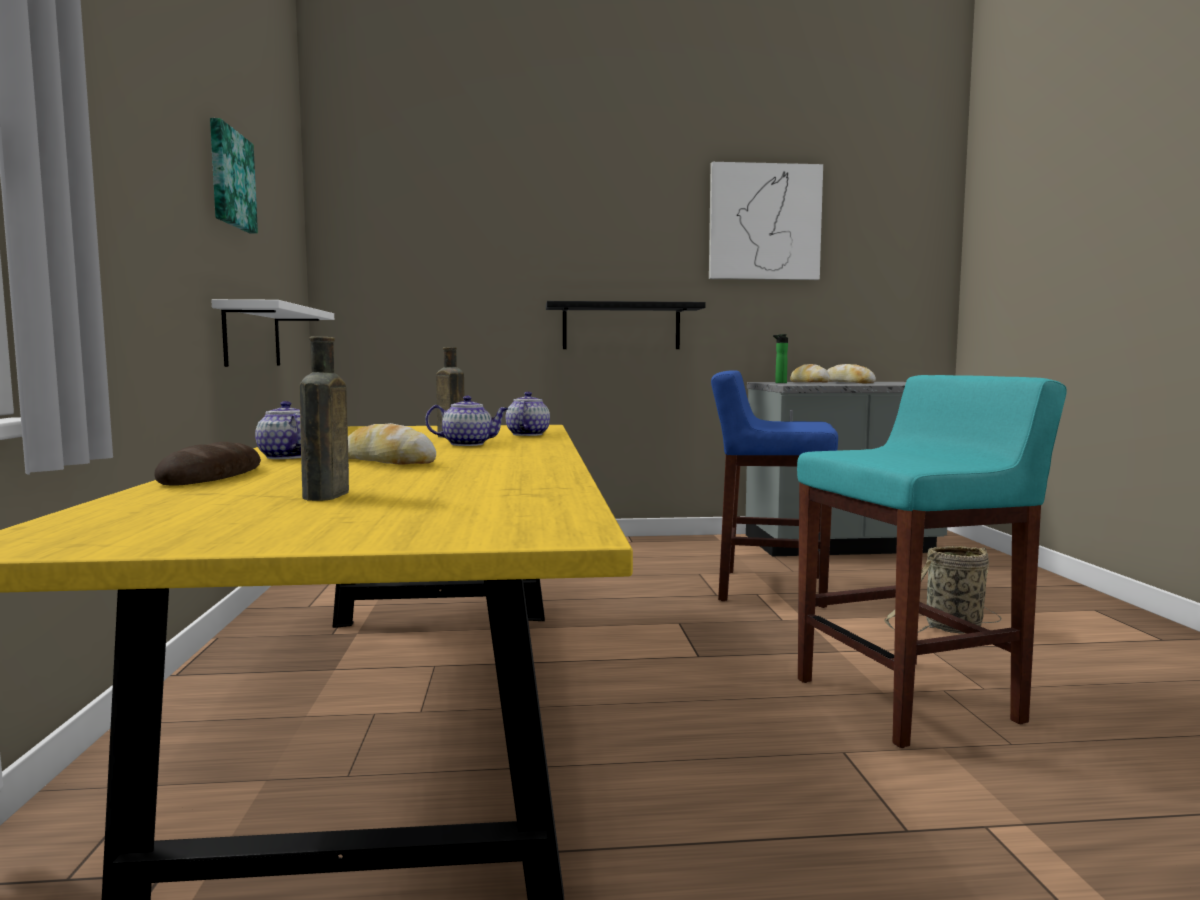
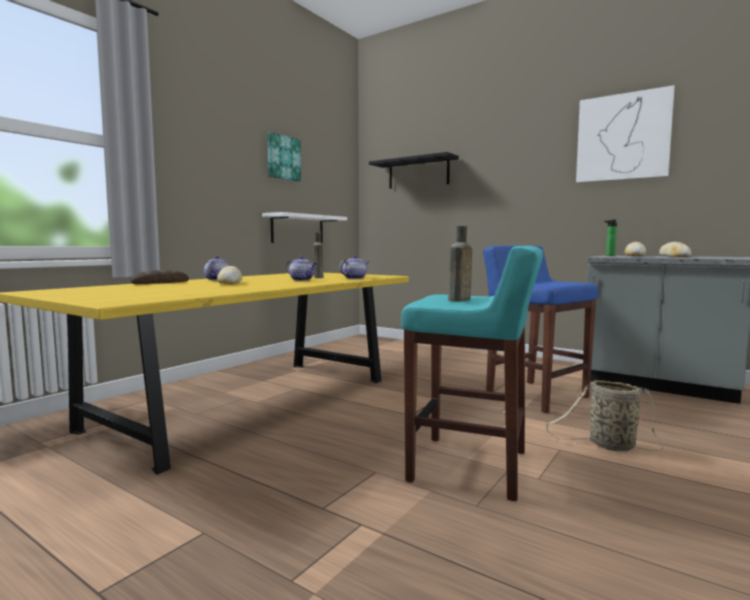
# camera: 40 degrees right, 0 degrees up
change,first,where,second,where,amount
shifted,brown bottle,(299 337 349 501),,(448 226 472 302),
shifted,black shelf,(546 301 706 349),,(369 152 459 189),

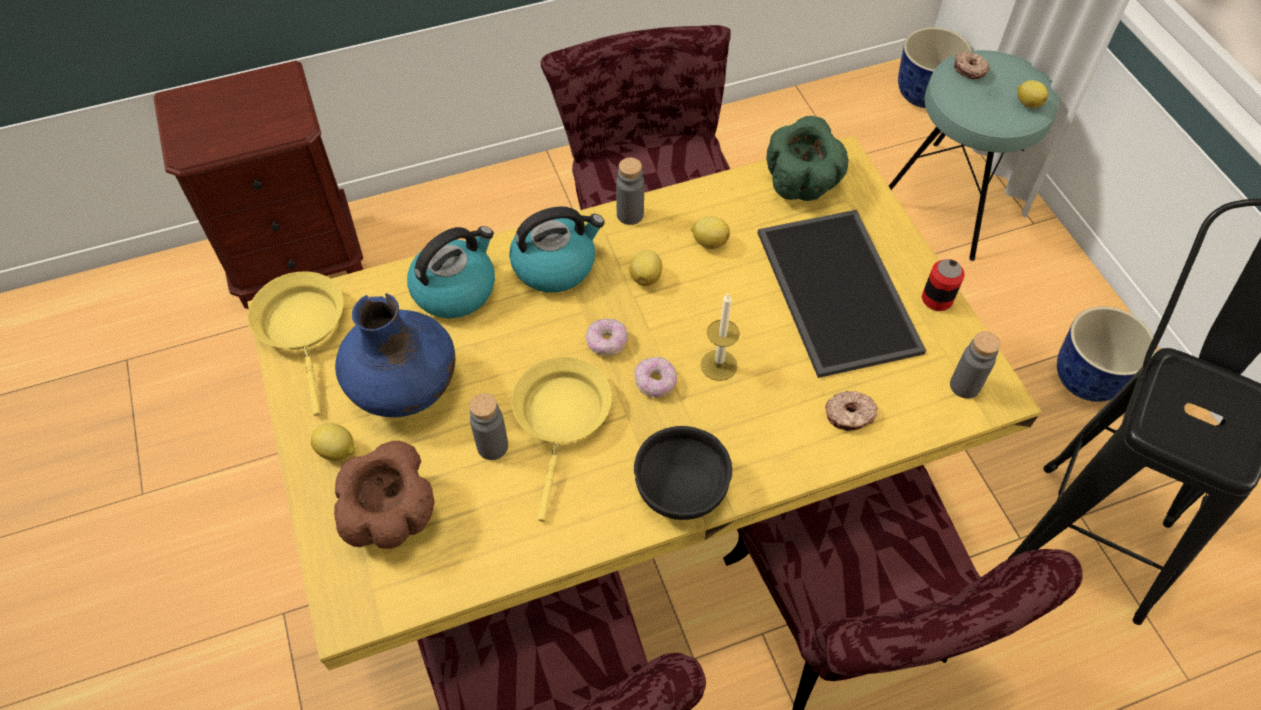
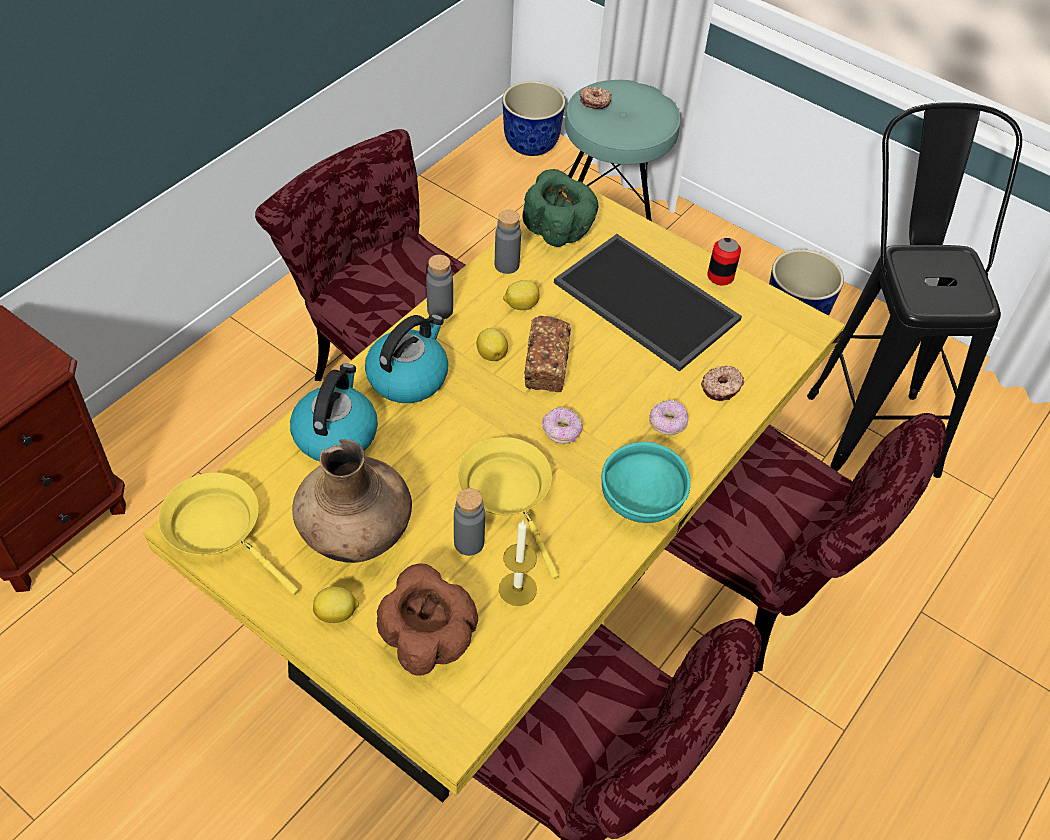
# camera: 35 degrees left, 5 degrees down
change,first,where,second,where,amount
repainted,blue vase,(335 293 455 417),brown vase,(292 439 412 563),
shifted,donut,(586 318 628 356),,(649 400 688 435),
repainted,black bowl,(634 426 732 520),turquoise bowl,(602 442 691 523),
shifted,candle,(701 292 740 381),,(499 520 537 606),
shifted,grey bottle,(950 331 1000 399),,(495 210 521 274),
gone,lemon,(1017 80 1048 108),,,
new,,,bread,(524 316 571 392),

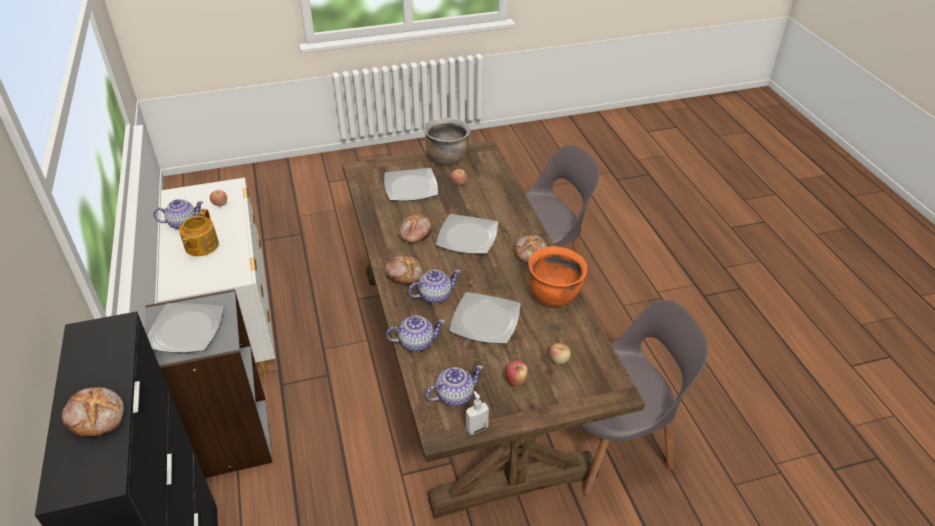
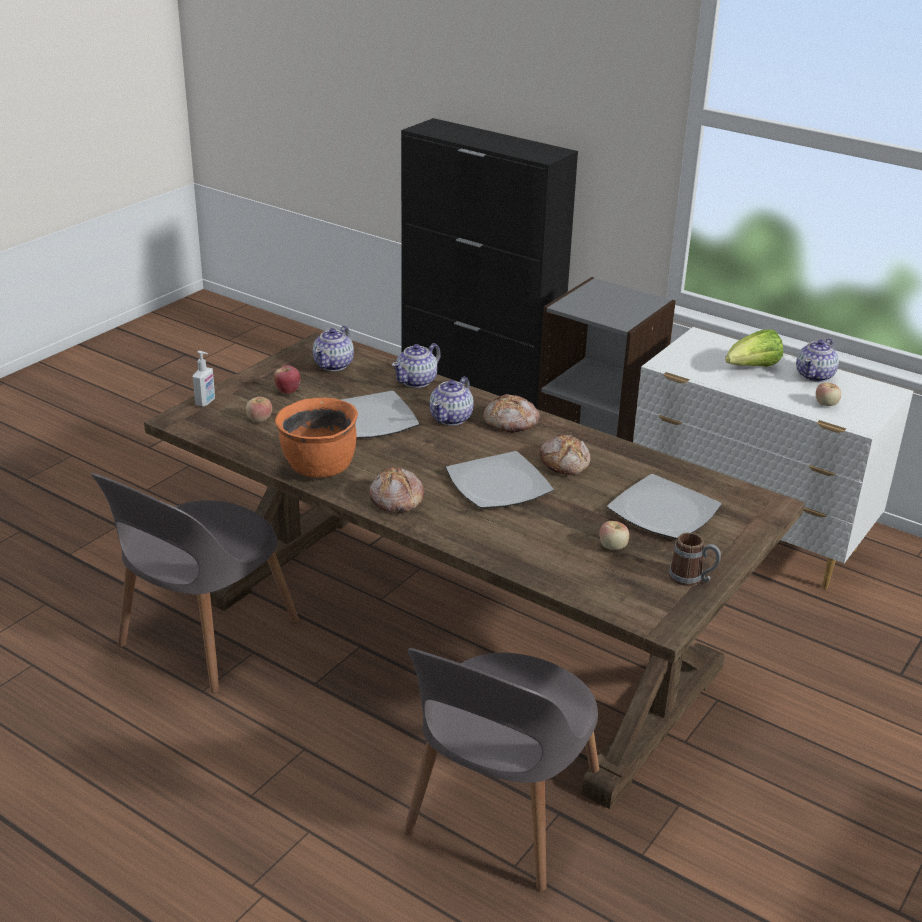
# camera: 140 degrees right, 10 degrees down
change,first,where,second,where,amount
gone,bread,(61 387 124 437),,,
gone,plate,(147 303 224 353),,,
swapped,teapot,(179 209 219 256),lettuce,(725 330 783 367),
swapped,brown cooking pot,(424 118 471 164),mug,(669 533 721 586),
shifted,soap dispenser,(466 391 489 434),,(193 351 215 407),

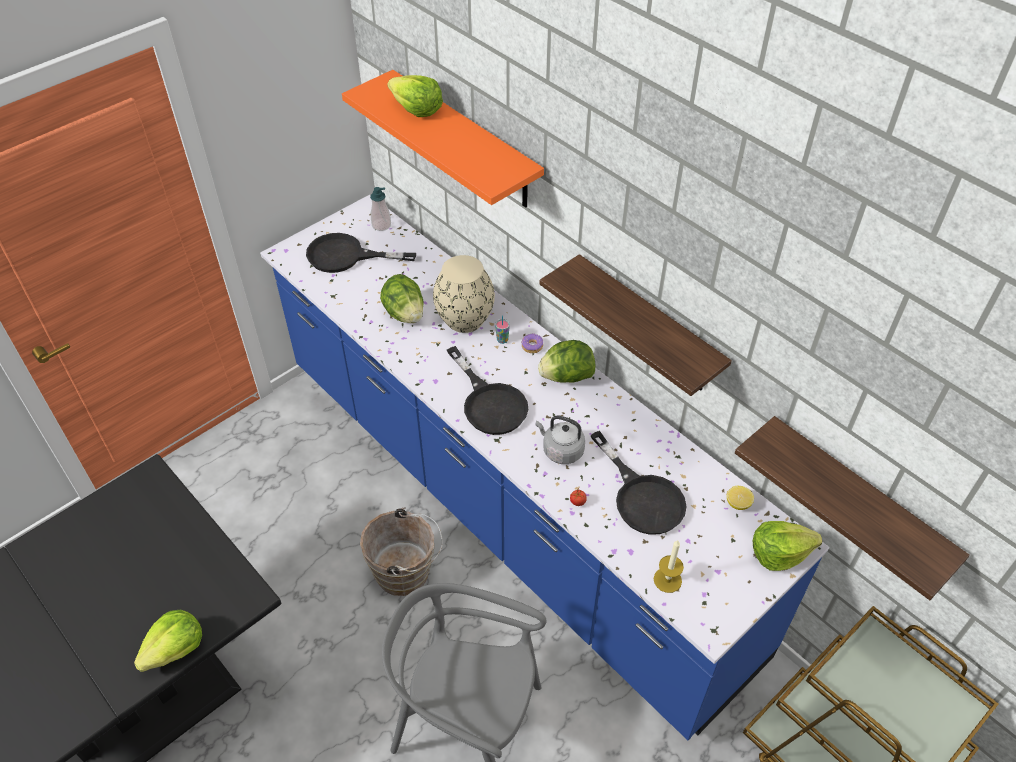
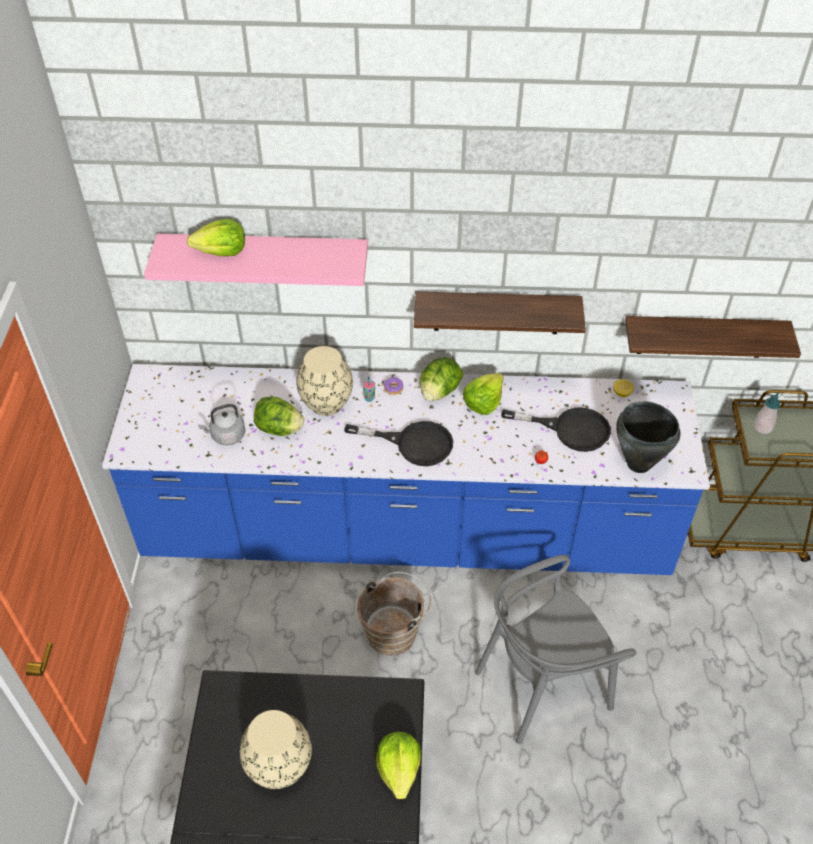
# camera: 45 degrees left, 0 degrees up
change,first,where,second,where,amount
gone,black frying pan,(306 233 416 273),,,
repainted,orange shelf,(342 70 544 207),pink shelf,(144 234 368 286),
shifted,soap dispenser,(370 187 391 231),,(753 392 780 434),
shifted,grey kettle,(536 415 585 464),,(198 404 245 445),
swapped,candle,(654 540 684 593),black cooking pot,(616 401 680 473),
shifted,lettuce,(753 521 822 571),,(463 373 504 415),
new,,,beige vase,(240 710 312 789),

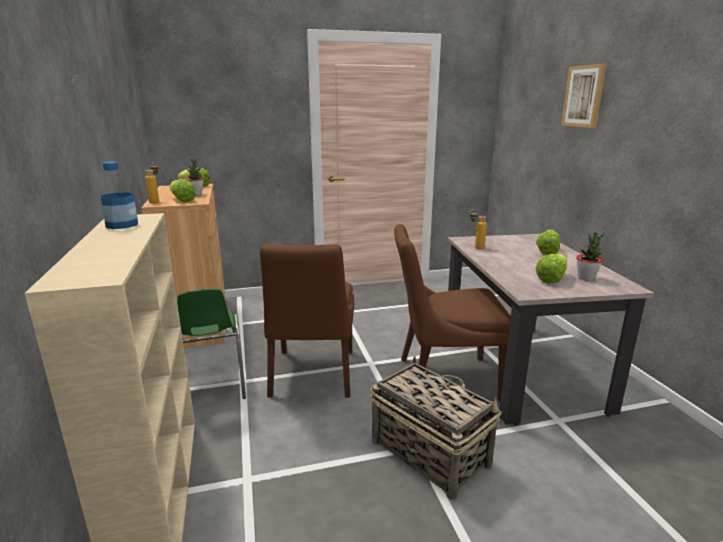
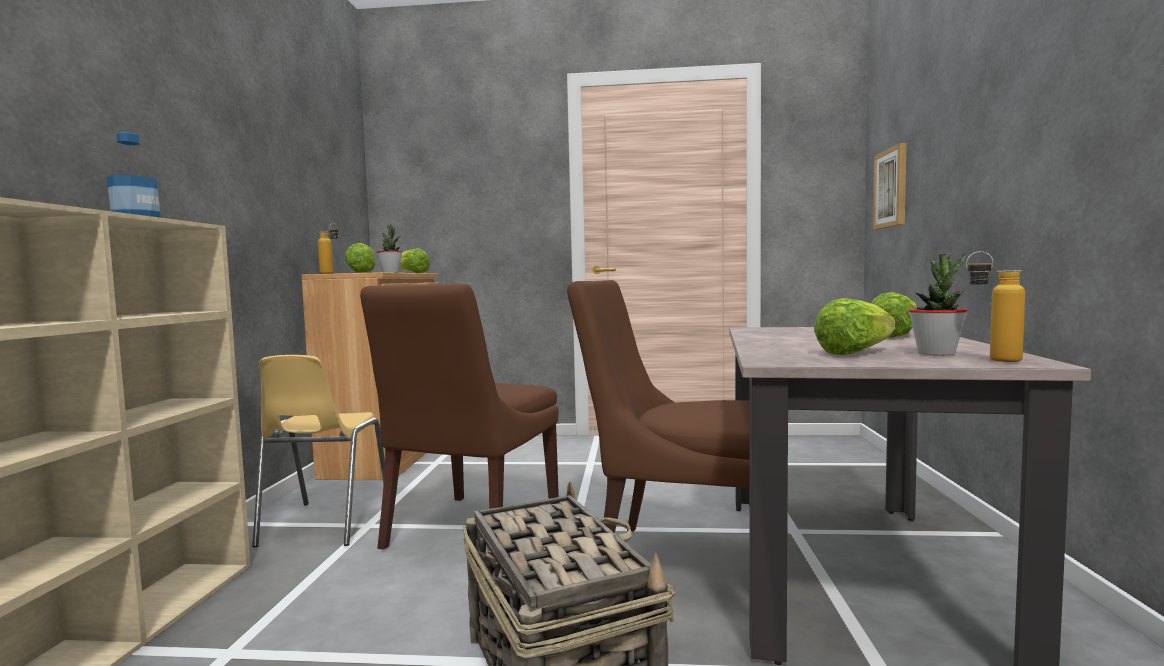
# camera: 20 degrees right, 15 degrees down
change,first,where,second,where,amount
repainted,green chair,(177 288 246 399),yellow chair,(252 355 385 547),
shifted,bottle,(469 209 487 249),,(966 251 1025 362),
shifted,picture,(561 64 606 128),,(873 143 907 230),

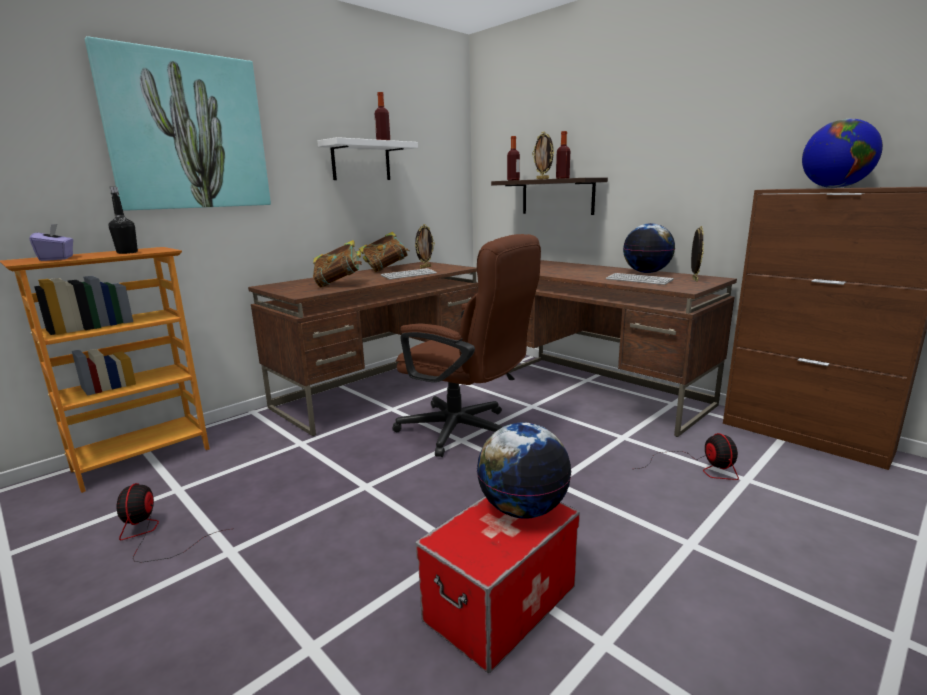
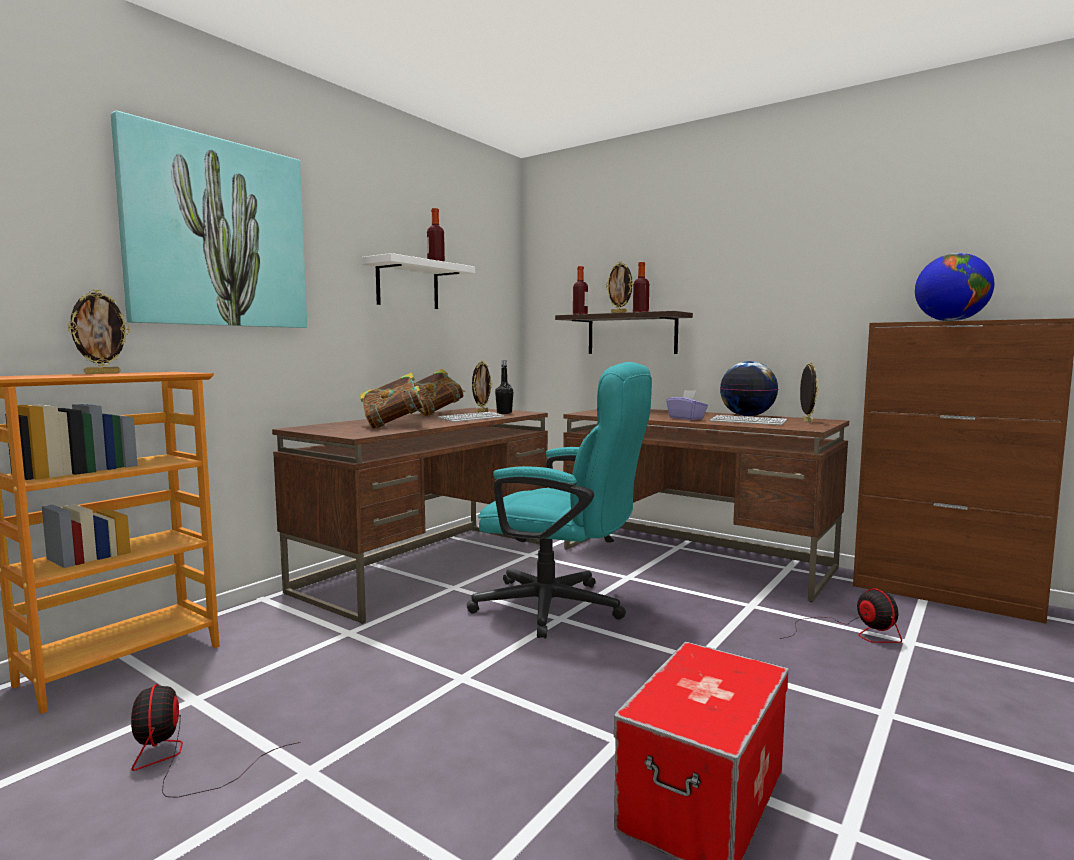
# camera: 10 degrees left, 10 degrees down
change,first,where,second,where,amount
shifted,purple tissue box,(29 224 74 261),,(666 390 708 420),
shifted,black bottle,(108 187 138 254),,(495 361 513 414),
repainted,brown office chair,(392 234 541 457),turquoise office chair,(467 362 652 638),
gone,globe,(477 422 572 519),,,
new,,,picture frame,(67 289 130 374),

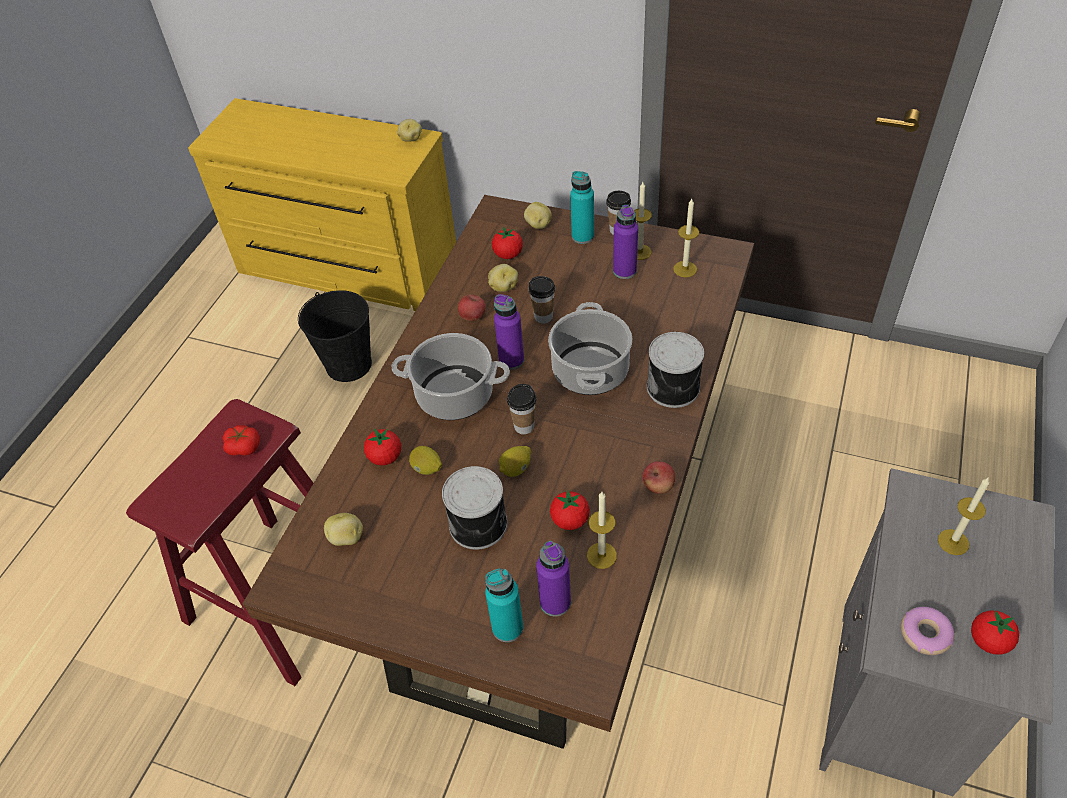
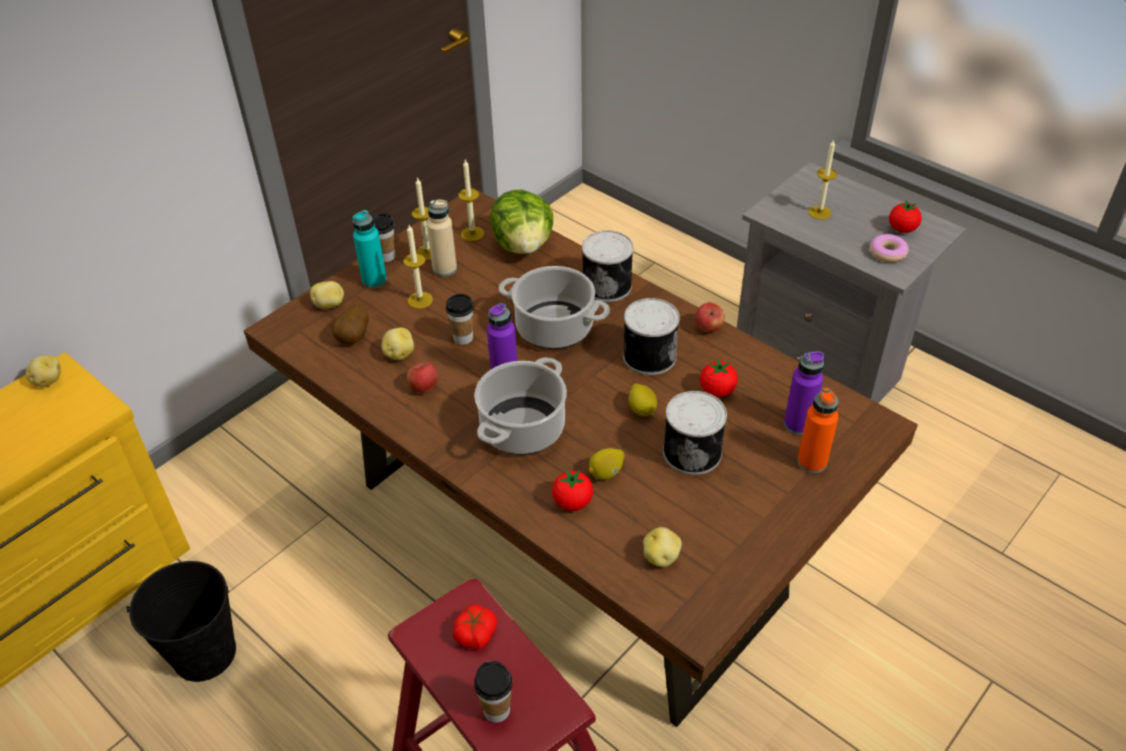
# camera: 70 degrees left, 5 degrees down
change,first,where,second,where,amount
repainted,turquoise bottle,(485 568 523 642),orange bottle,(797 388 839 473),
swapped,tomato,(492 227 523 259),potato,(332 304 369 344),
shifted,cup,(507 384 536 434),,(474 661 513 723),
shifted,candle,(587 492 617 569),,(403 225 433 309),
repainted,purple bottle,(613 205 638 279),beige bottle,(427 200 457 277),
new,,,lettuce,(491 190 553 254),
new,,,can,(623 298 680 375),

